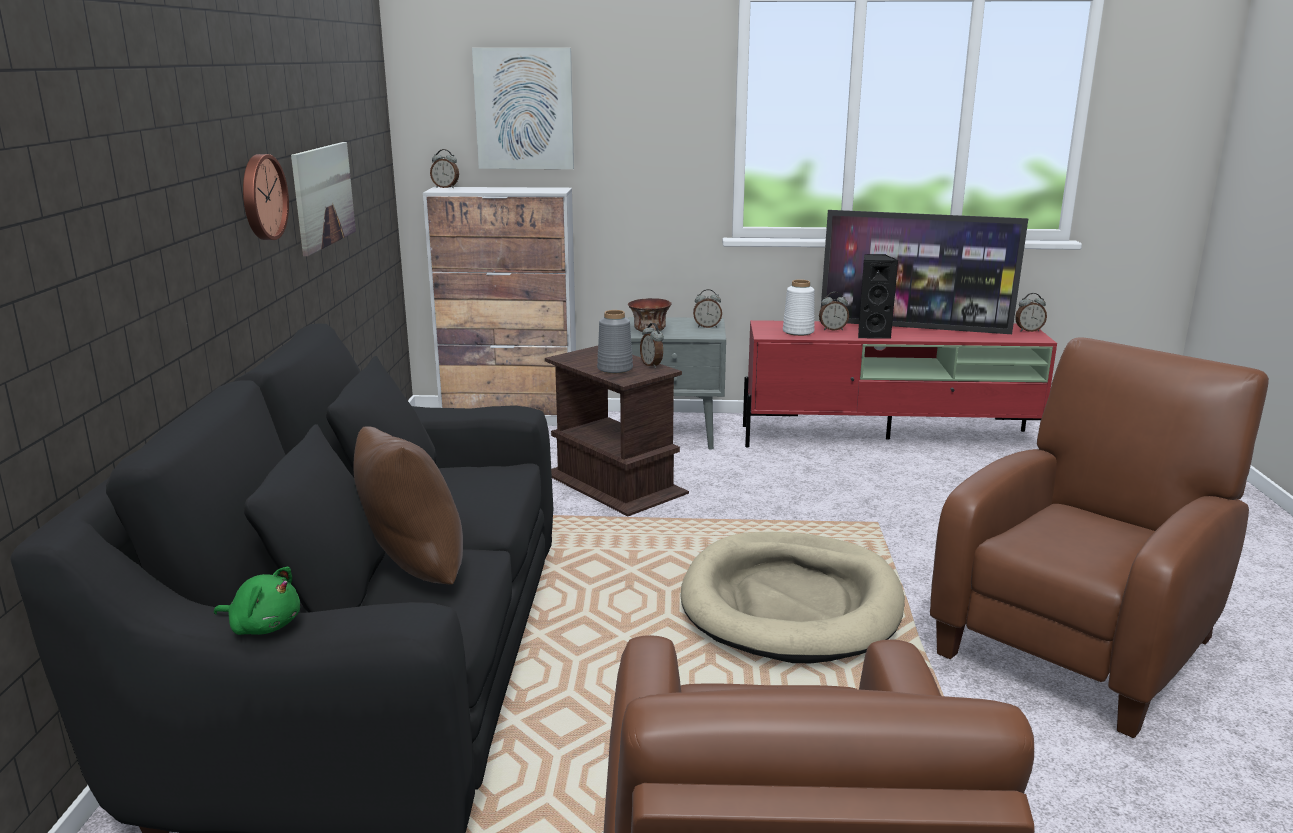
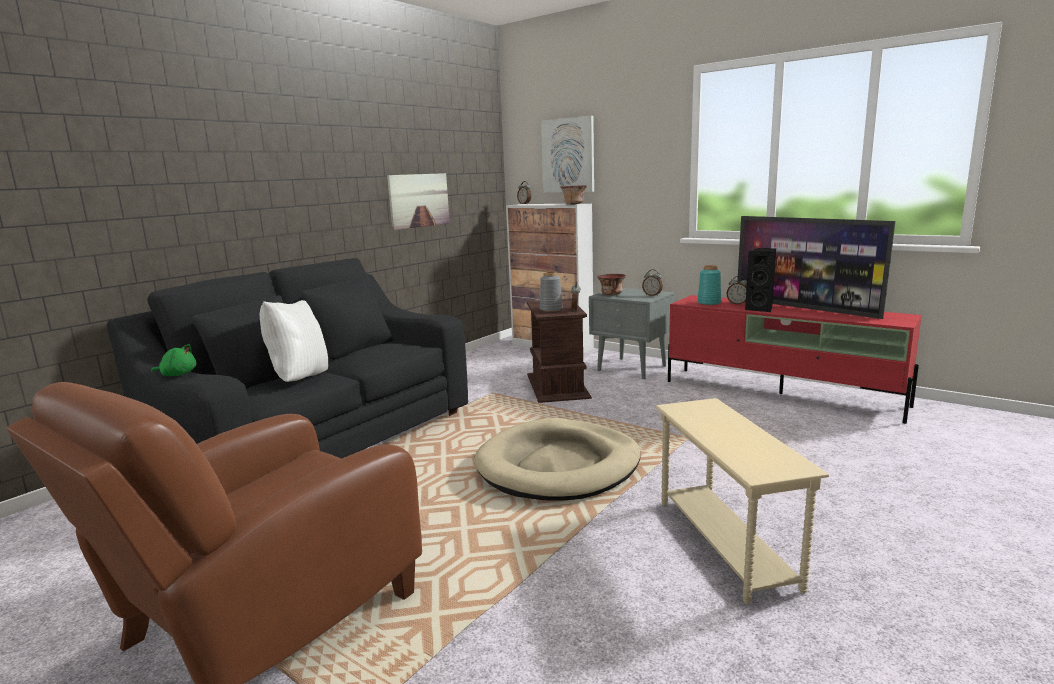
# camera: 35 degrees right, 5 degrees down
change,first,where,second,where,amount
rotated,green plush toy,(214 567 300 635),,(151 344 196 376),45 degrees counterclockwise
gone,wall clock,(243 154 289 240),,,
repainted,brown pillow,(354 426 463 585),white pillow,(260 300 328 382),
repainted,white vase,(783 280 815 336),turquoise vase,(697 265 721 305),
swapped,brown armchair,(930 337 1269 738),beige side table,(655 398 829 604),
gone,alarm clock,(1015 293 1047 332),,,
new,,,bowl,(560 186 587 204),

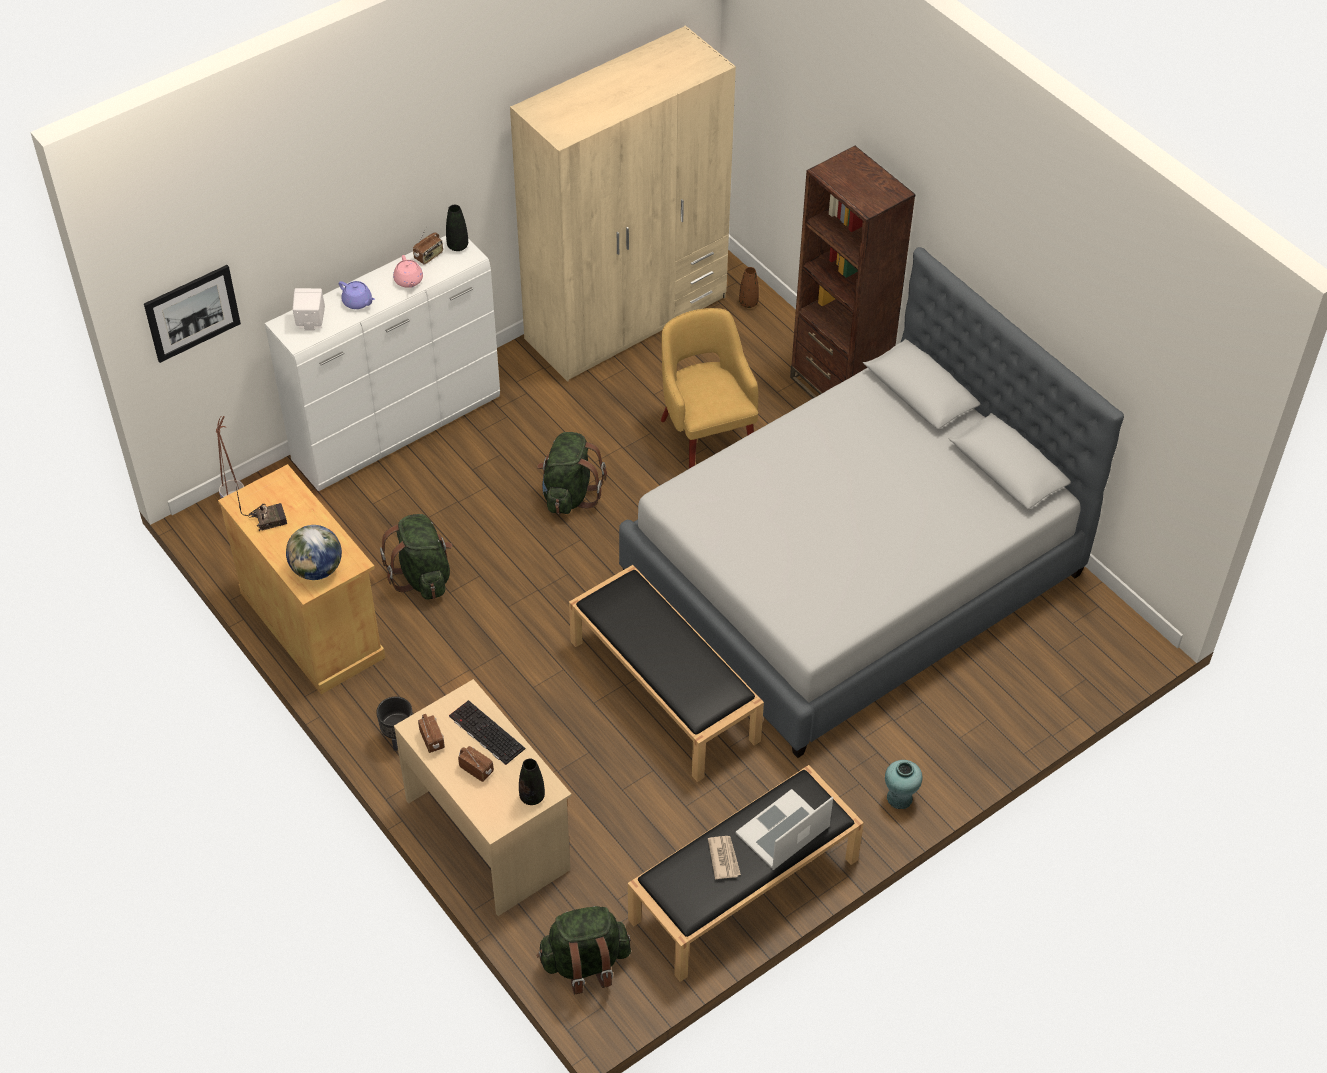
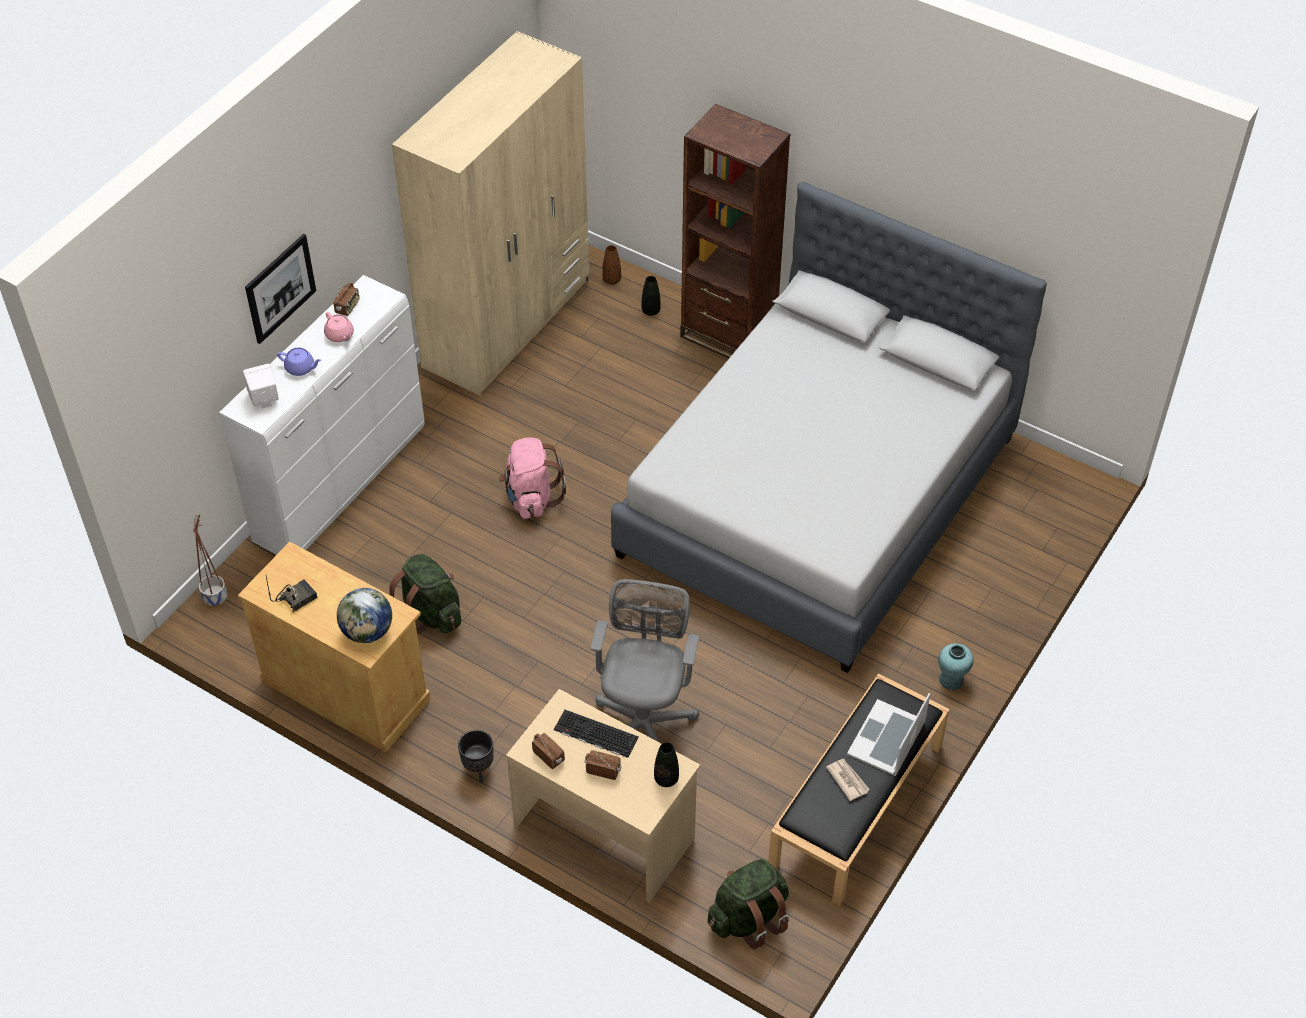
# camera: 20 degrees left, 0 degrees up
change,first,where,second,where,amount
shifted,picture,(144 265 241 363),,(245 234 316 344),
shifted,black vase,(446 205 468 251),,(642 276 661 316),
repainted,green backpack,(537 432 607 514),pink backpack,(498 437 566 519),
gone,black bench,(569 565 764 782),,,
gone,yellow armchair,(661 308 758 469),,,
new,,,grey office chair,(590 579 699 742),

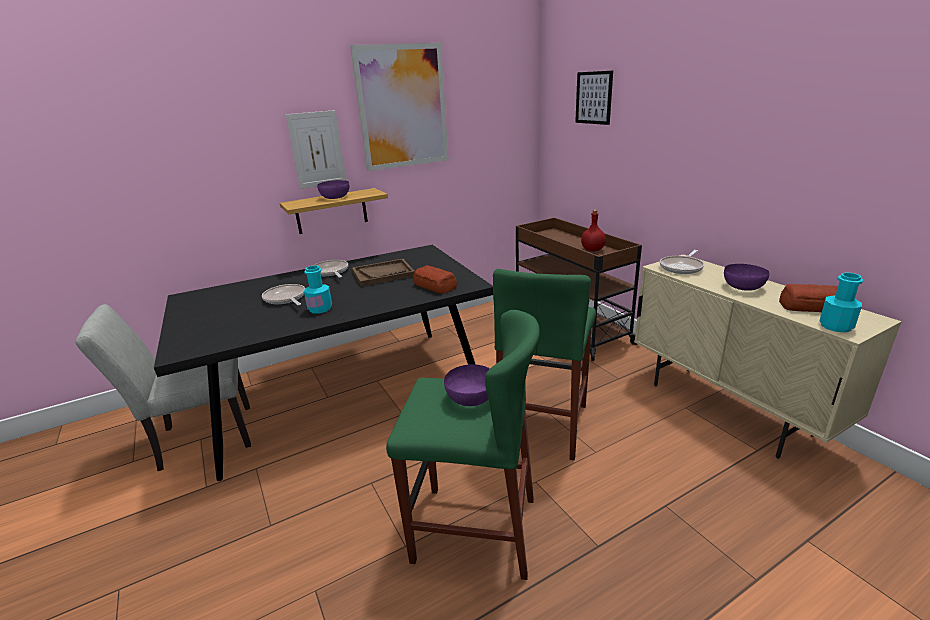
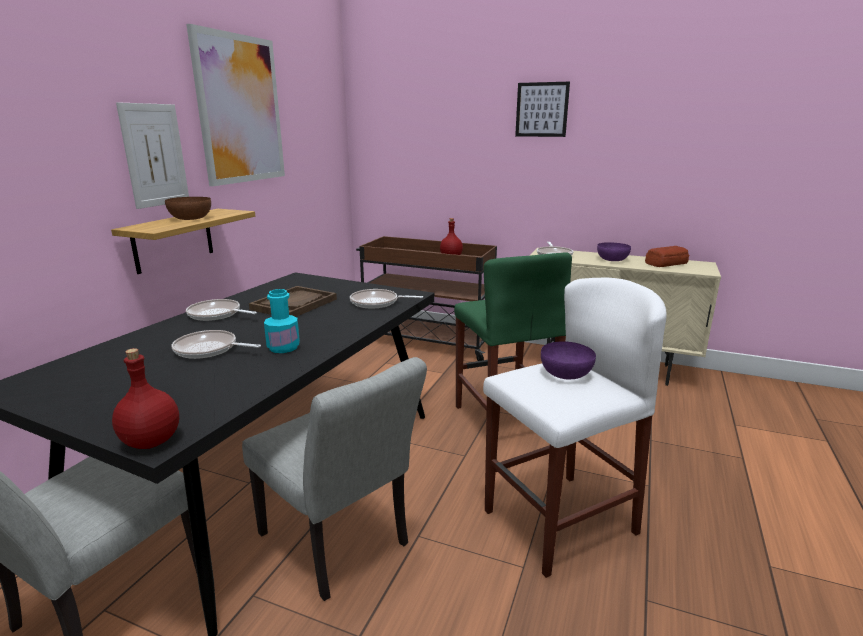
# camera: 40 degrees left, 5 degrees down
change,first,where,second,where,amount
repainted,purple bowl,(317 180 349 199),brown bowl,(165 197 211 220),
repainted,green stool,(386 310 540 580),white stool,(483 278 667 578),
swapped,bread,(413 265 457 294),frying pan,(350 289 423 308),
shifted,picture,(575 71 613 125),,(515 82 570 137),
gone,turquoise bottle,(819 273 863 333),,,
new,,,red bottle,(112 348 179 449),
new,,,grey chair,(242 357 427 601),

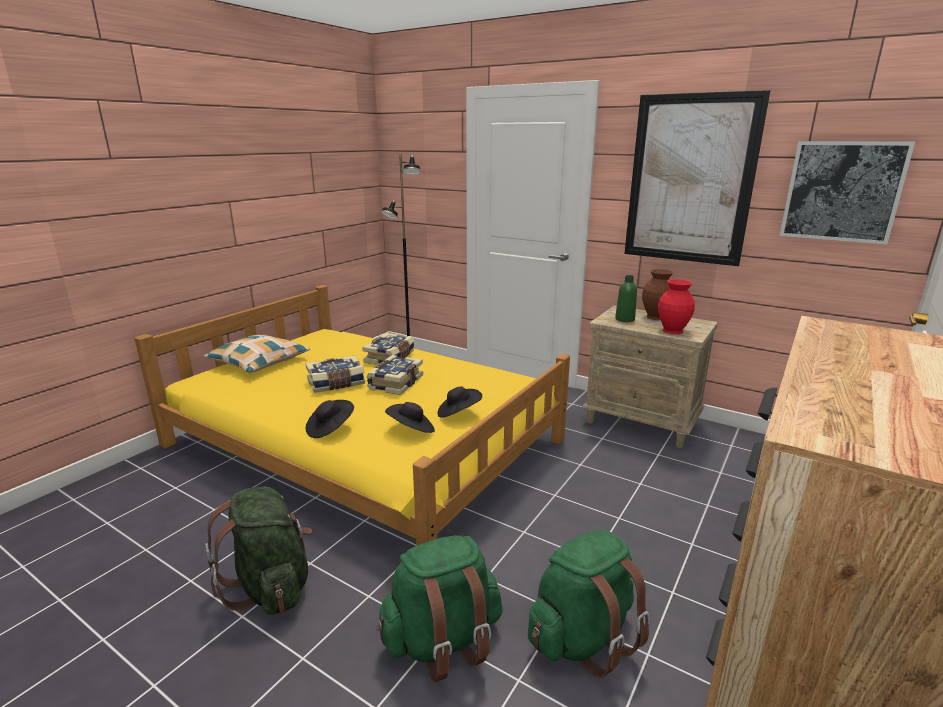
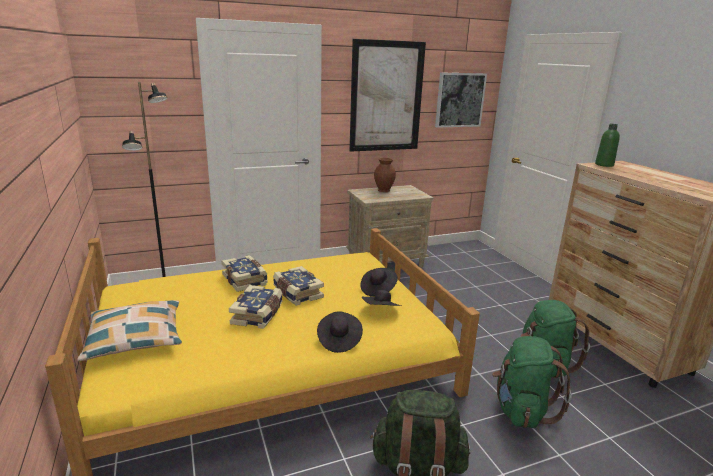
# camera: 55 degrees left, 0 degrees up
change,first,where,second,where,amount
shifted,green bottle,(615 275 637 322),,(595 124 620 167),
gone,red vase,(658 279 695 334),,,

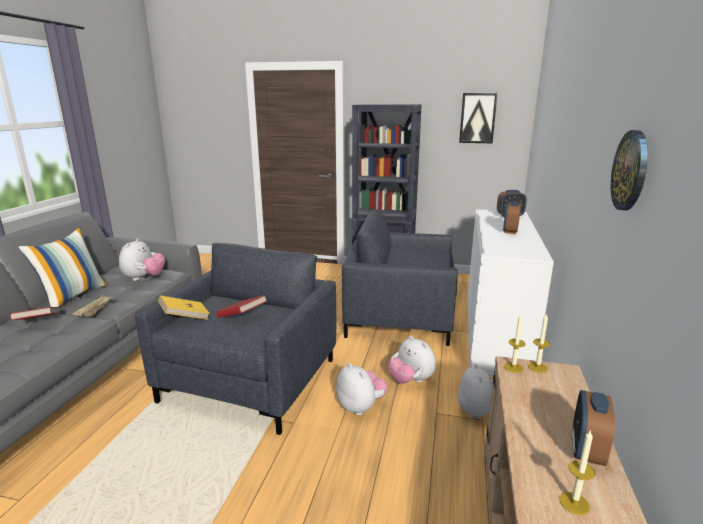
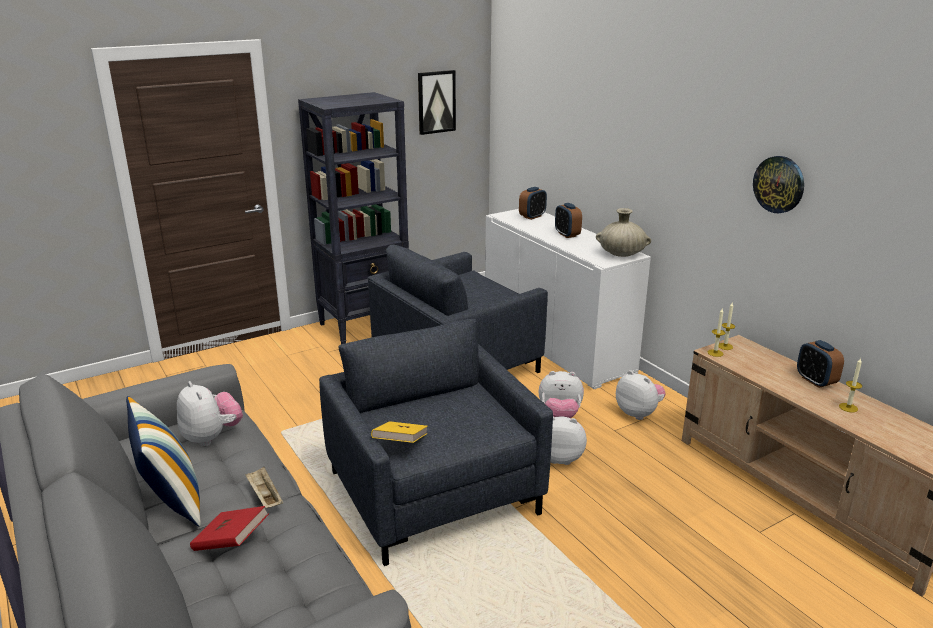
# camera: 45 degrees left, 5 degrees up
change,first,where,second,where,amount
gone,red book,(216 295 267 318),,,
new,,,beige vase,(596 208 651 257),

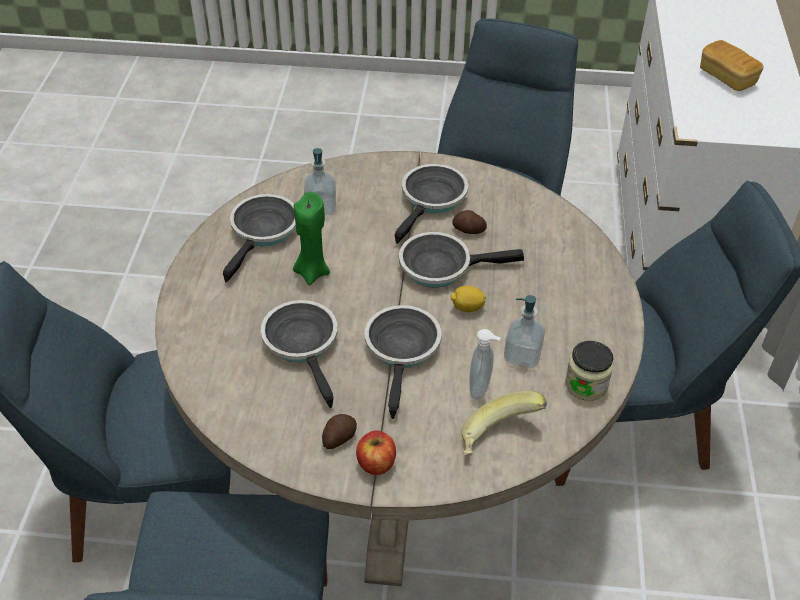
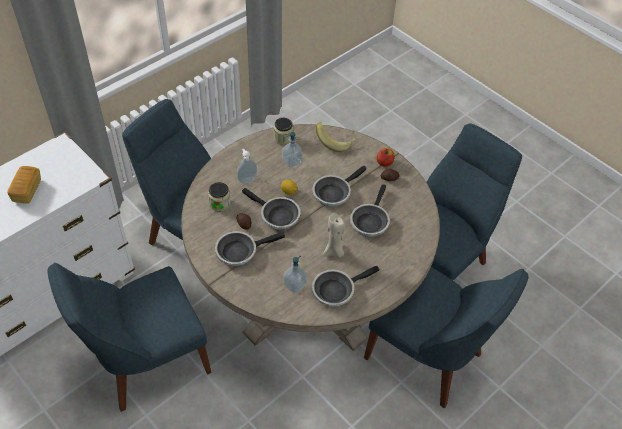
# camera: 140 degrees left, 5 degrees up
change,first,where,second,where,amount
repainted,green candle,(293 192 330 285),beige candle,(323 214 345 258),
shifted,soap dispenser,(469 329 501 400),,(237 149 257 183),
new,,,jar,(208 182 231 211),

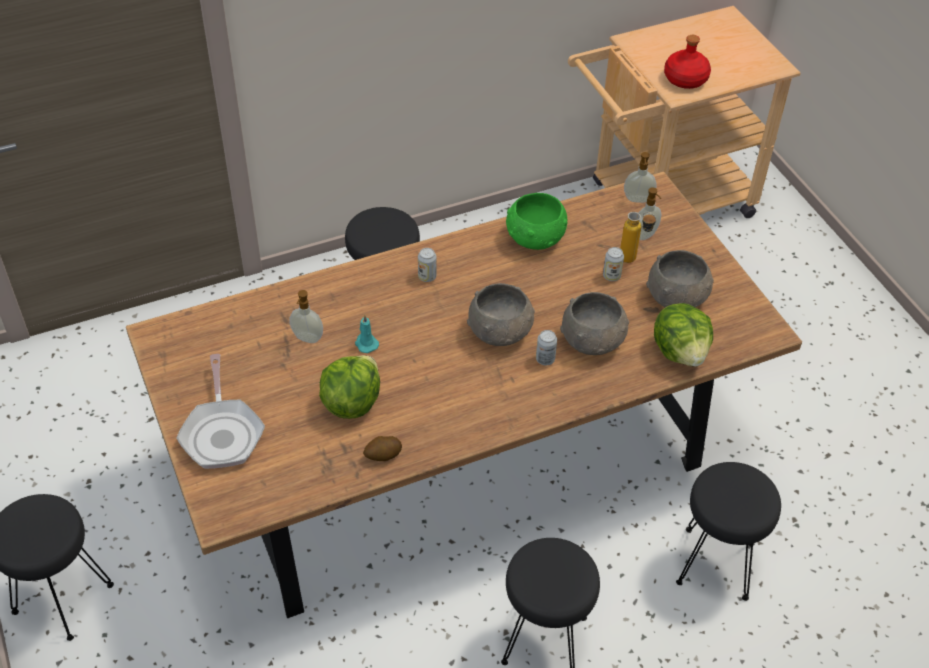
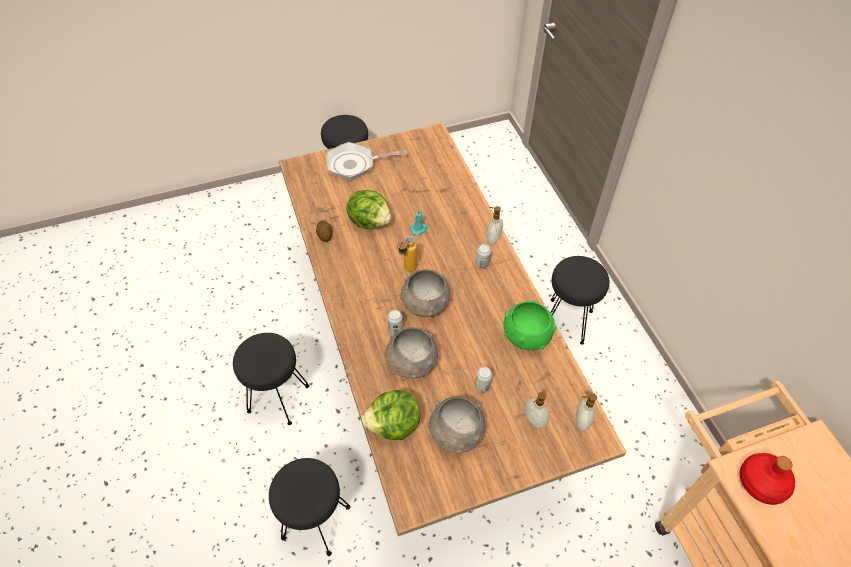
# camera: 95 degrees right, 5 degrees up
change,first,where,second,where,amount
shifted,soap dispenser,(289 290 323 343),,(486 206 503 244),
shifted,bottle,(620 212 656 263),,(397 236 417 272),

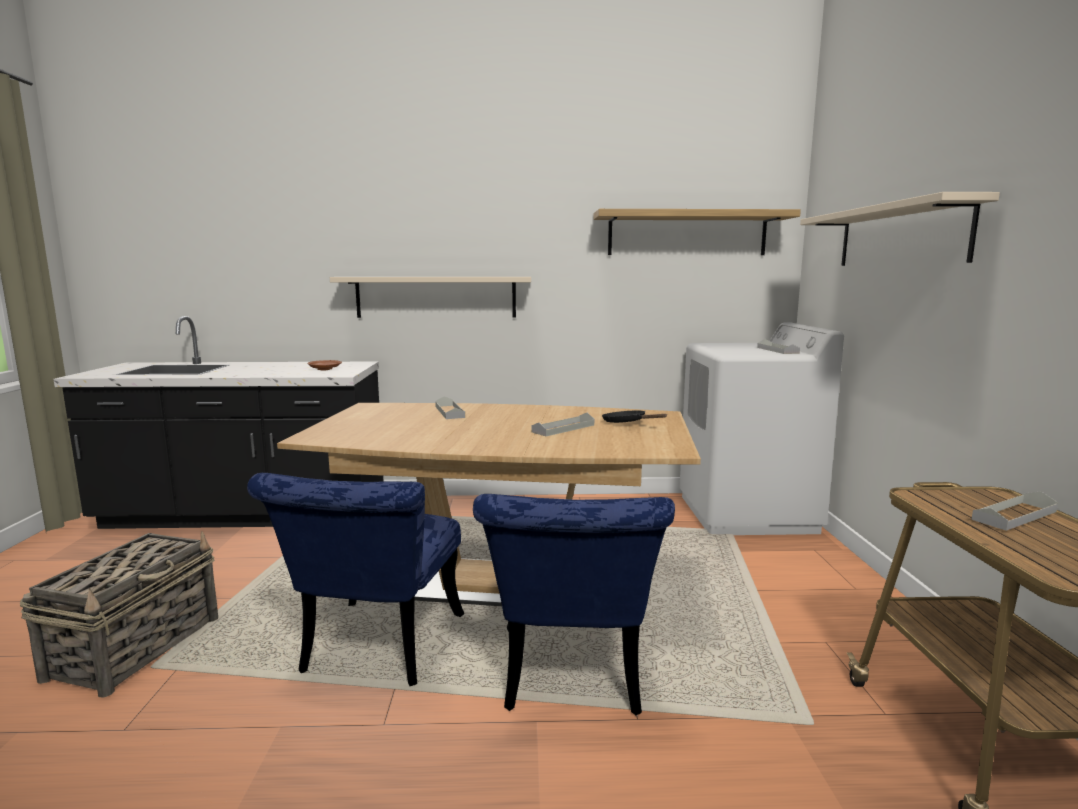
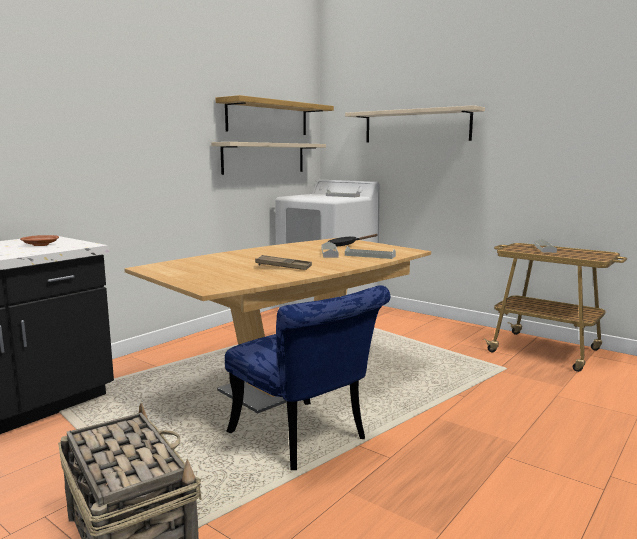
# camera: 50 degrees left, 0 degrees up
change,first,where,second,where,amount
shifted,beige shelf,(330 277 531 318),,(211 142 326 175),
shifted,grey tray,(435 396 465 419),,(345 246 396 259),
gone,blue chair,(473 494 675 715),,,
new,,,brown tray,(255 255 312 270),

